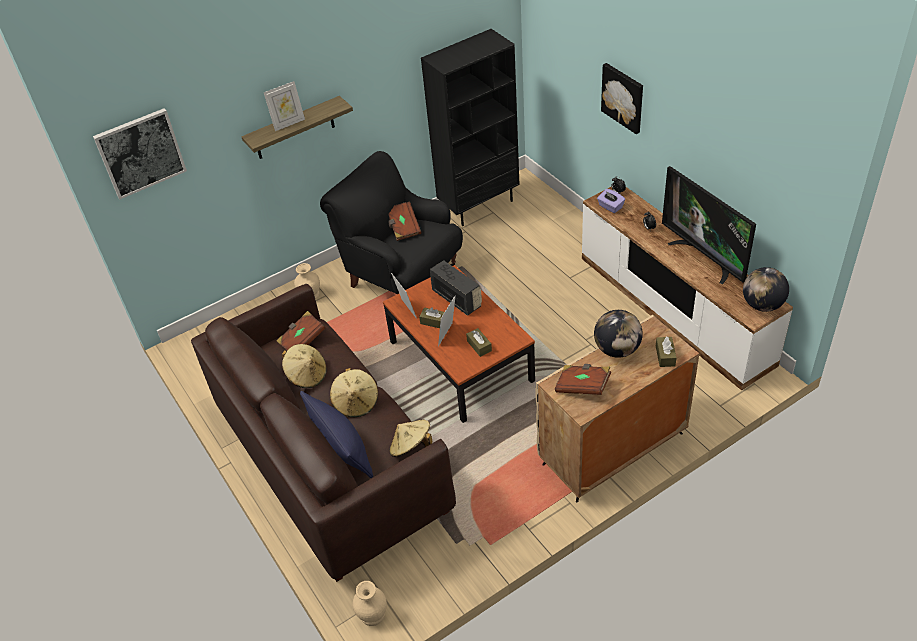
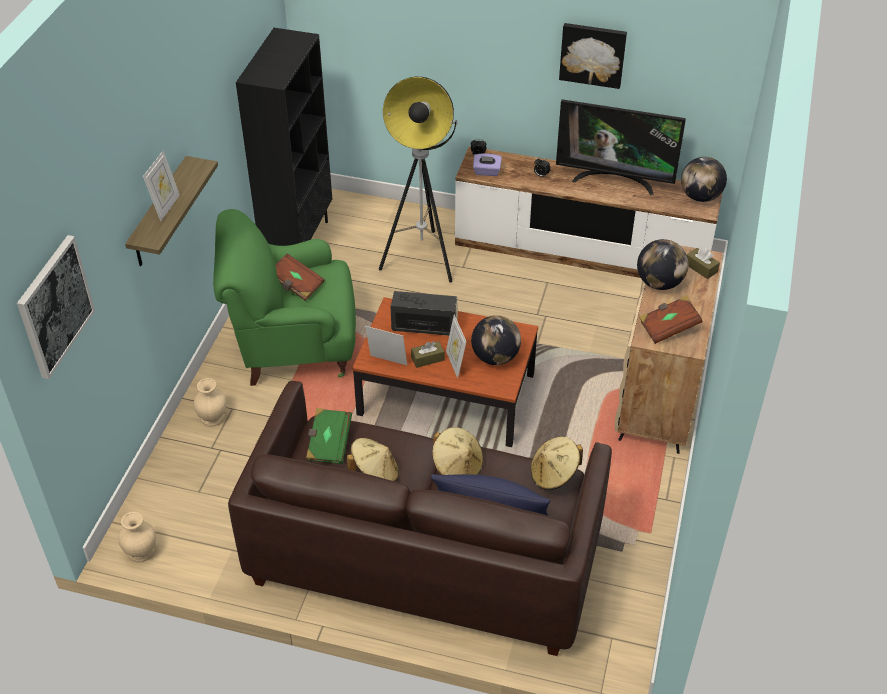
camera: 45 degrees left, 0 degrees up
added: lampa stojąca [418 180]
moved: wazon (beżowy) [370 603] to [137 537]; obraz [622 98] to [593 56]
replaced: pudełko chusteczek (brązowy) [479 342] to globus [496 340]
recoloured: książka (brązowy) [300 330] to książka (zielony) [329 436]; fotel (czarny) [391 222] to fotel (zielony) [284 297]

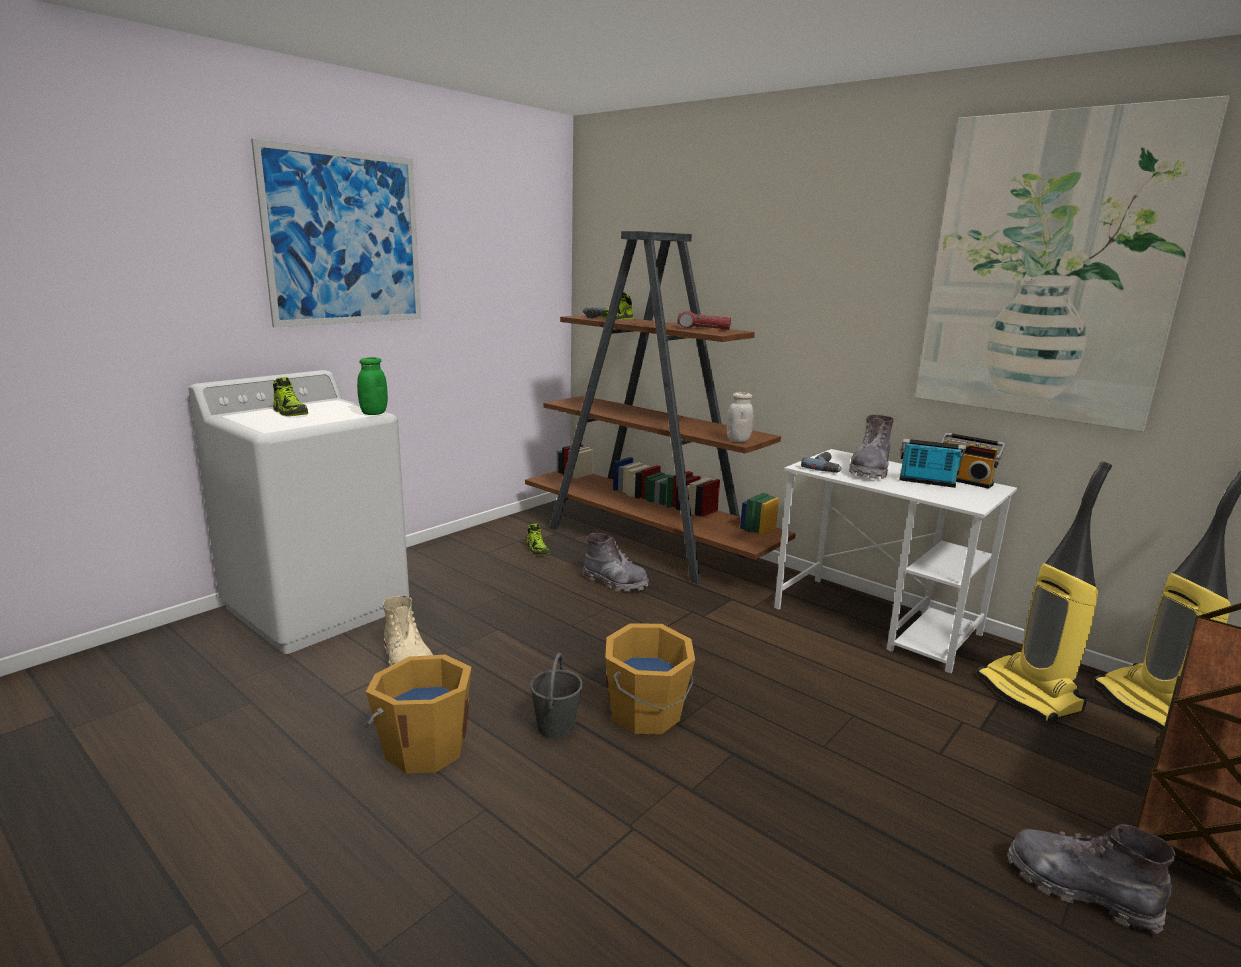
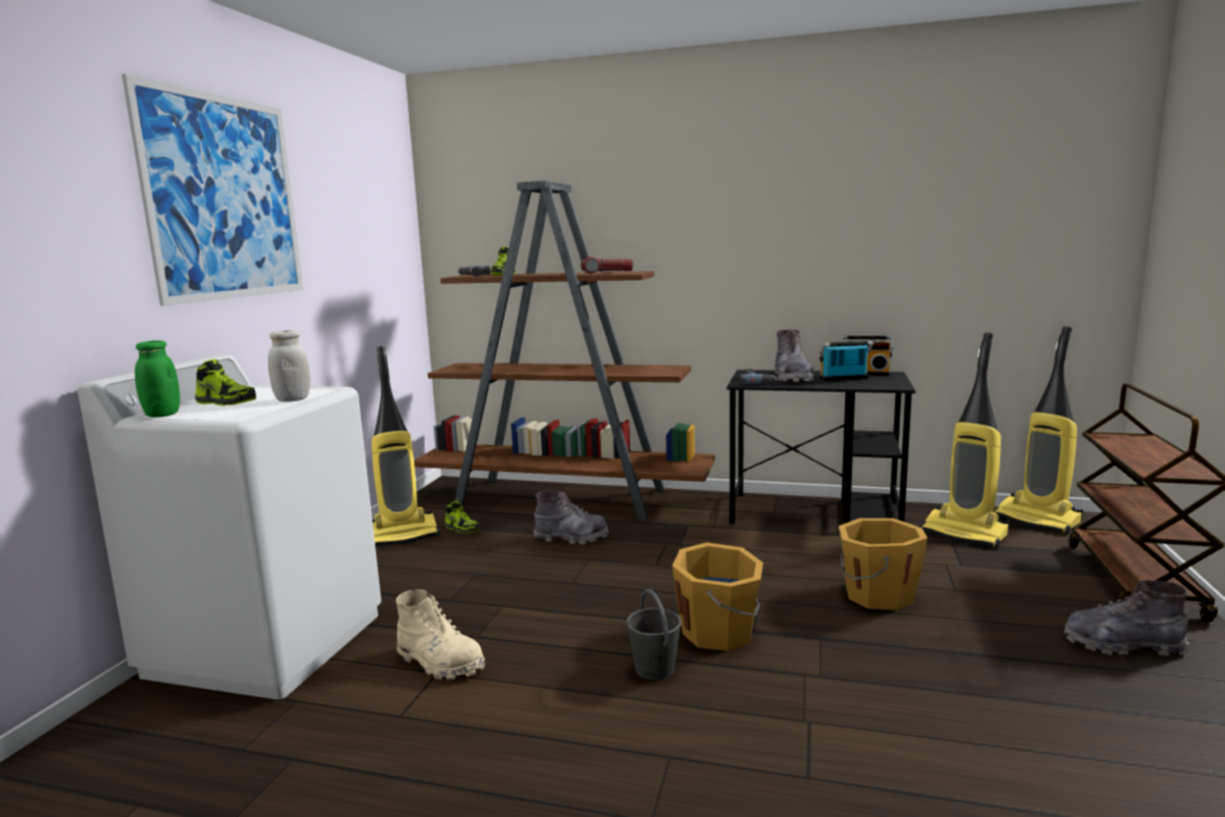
camera: 25 degrees left, 5 degrees down
removed: obraz [1072 264]
added: odkurzacz [406 446]
moved: słoik (zielony) [372 386] to [157 378]; wiadro (pomarańczowy) [418 714] to [883 564]; słoik (biały) [740 417] to [289 366]
recoloured: biurko (biały) [895 561] to biurko (czarny) [821 447]

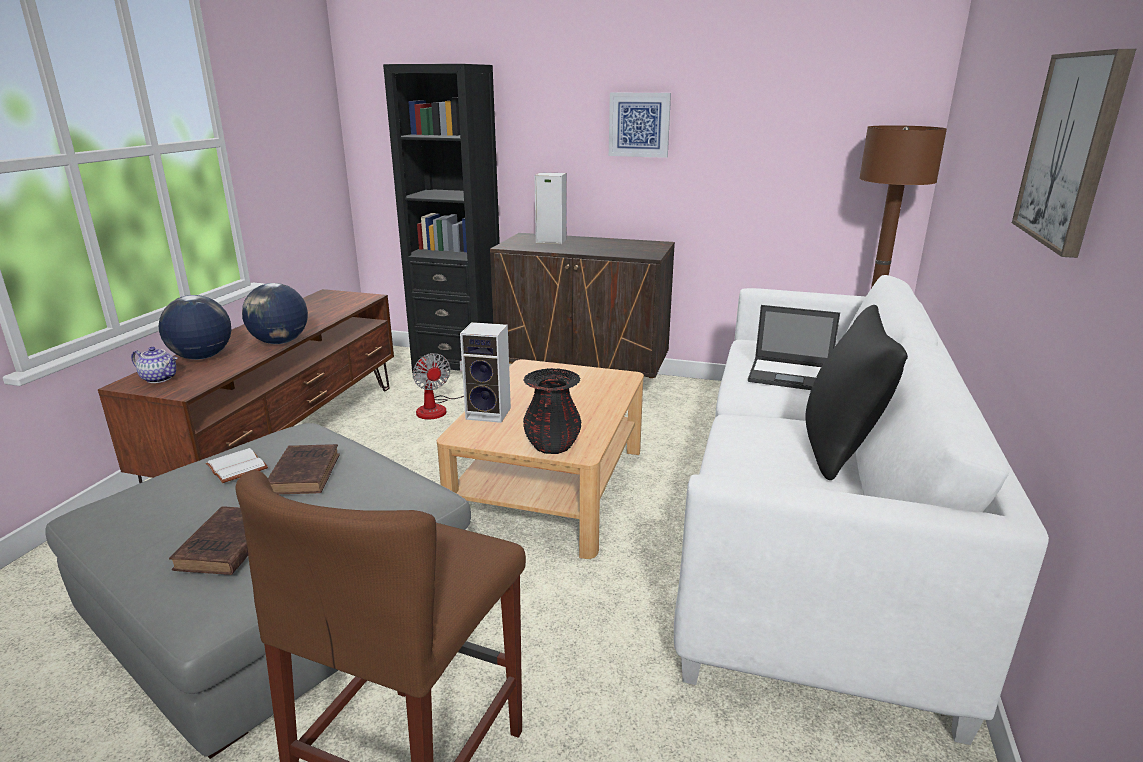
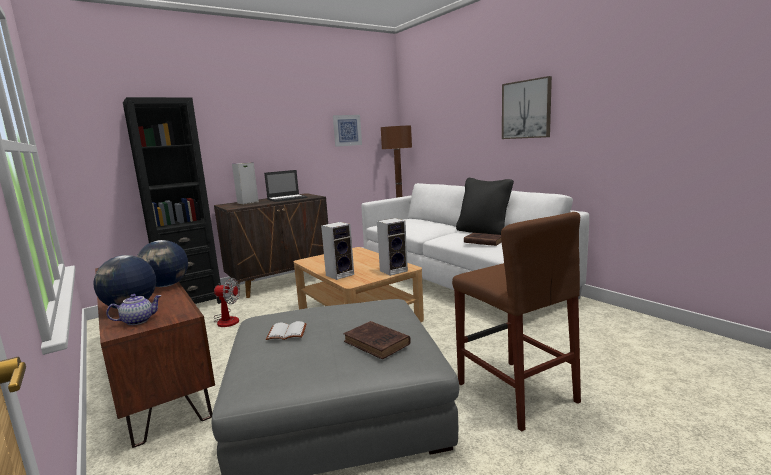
camera: 50 degrees left, 10 degrees down
moved: książka (brązowy) [304 469] to [483 239]; obraz [640 125] to [347 131]; laptop [794 347] to [285 186]
replaced: wazon (czarny) [552 411] to głośnik [392 247]

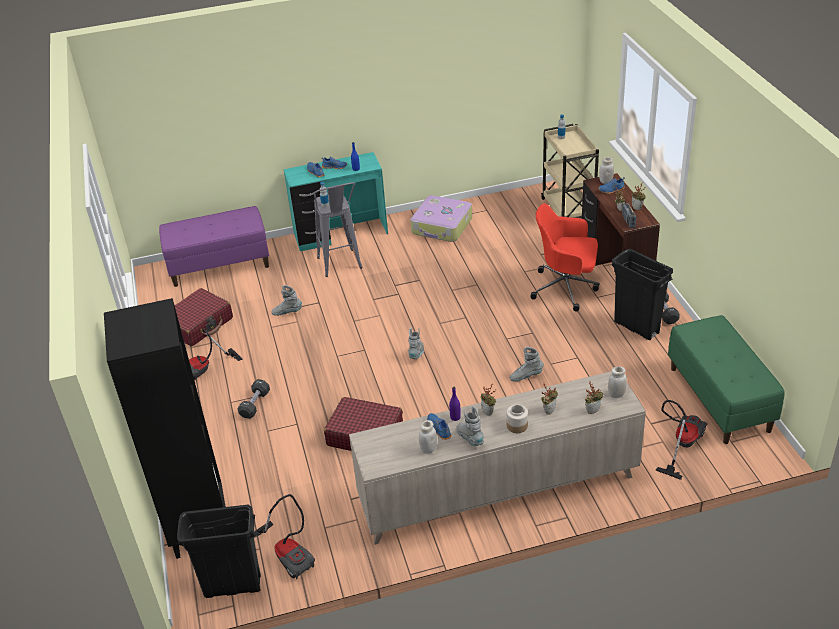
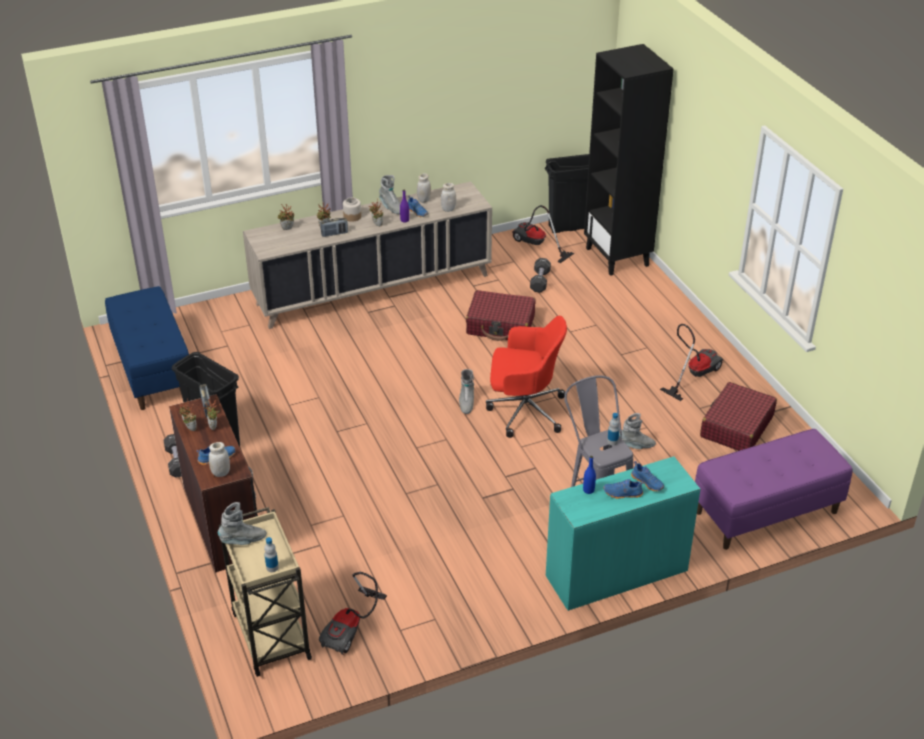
camera: 170 degrees right, 0 degrees up
removed: walizka [441 218]
added: radio [334 227]
moved: hantel (czarny) [253 399] to [540 275]; but z cholewką (szary) [526 364] to [242 523]; krzesło biurowe (czerwony) [564 257] to [526 377]; słoik (biały) [617 382] to [448 197]; odkurzacz [681 440] to [353 613]
recoloured: ławka (zielony) [726 379] to ławka (niebieski) [147 348]

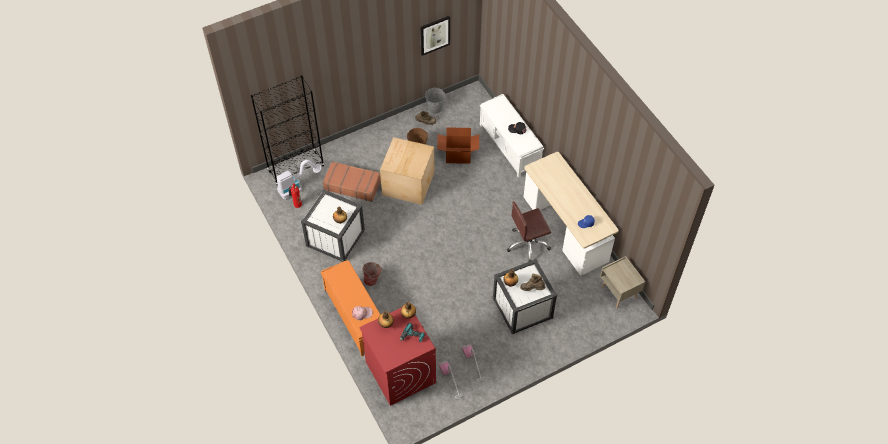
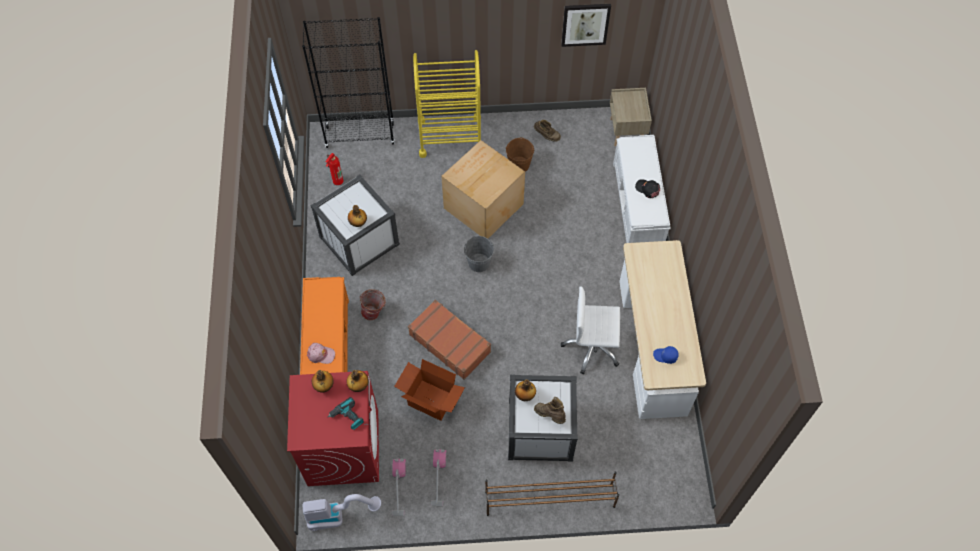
camera: 25 degrees right, 5 degrees up
added: wózek (żółty) [447 104]; regał na buty (brązowy) [552 494]
moved: odkurzacz [299 179] to [342 512]; walizka (brązowy) [351 181] to [449 340]; wiadro (szary) [435 100] to [479 254]; karton [458 145] to [429 390]; szafka nocna (beżowy) [622 282] to [631 117]
recoloured: krzesło biurowe (brązowy) [529 232] to krzesło biurowe (biały) [590 330]

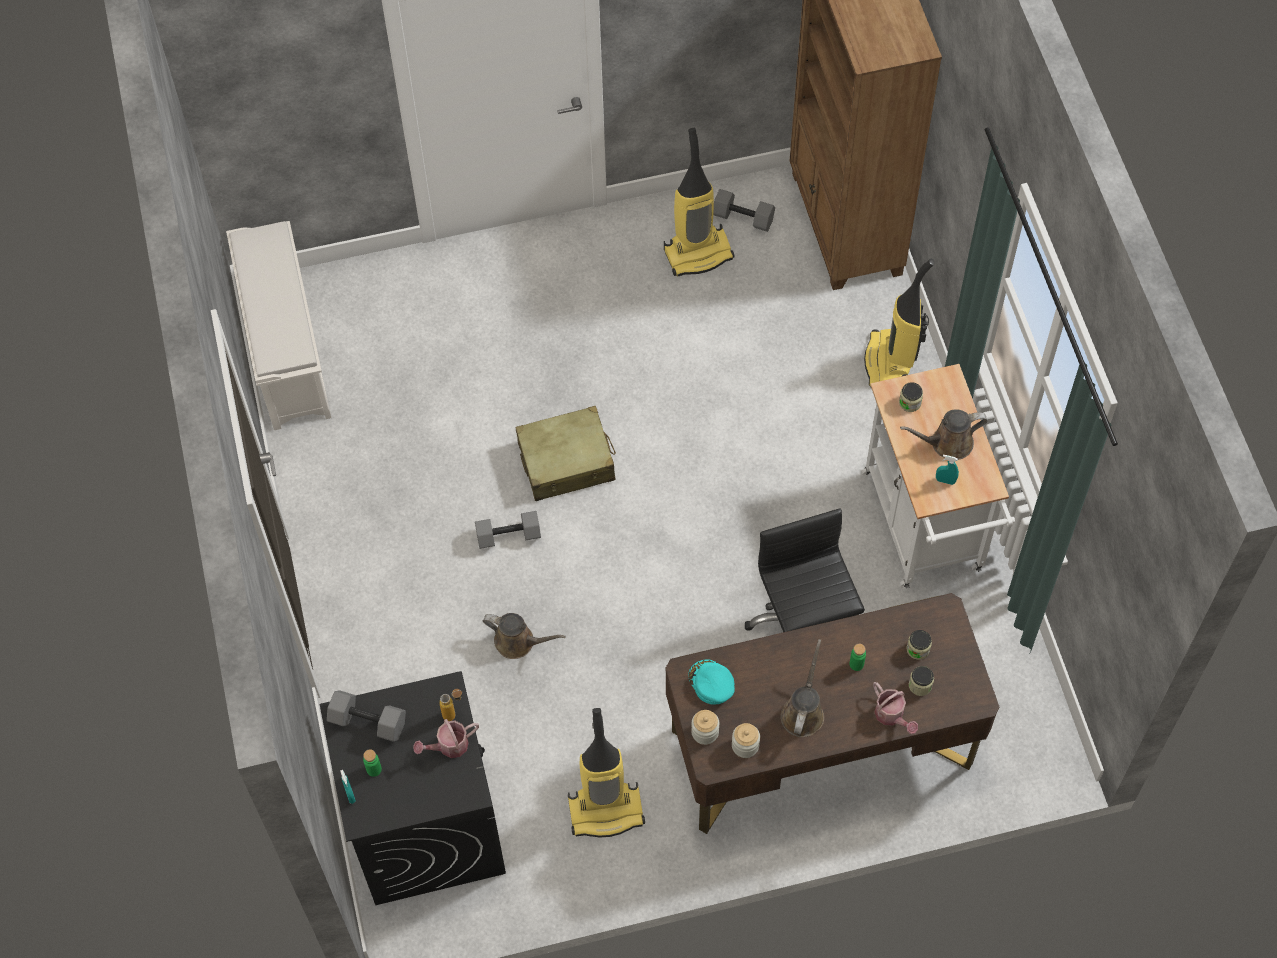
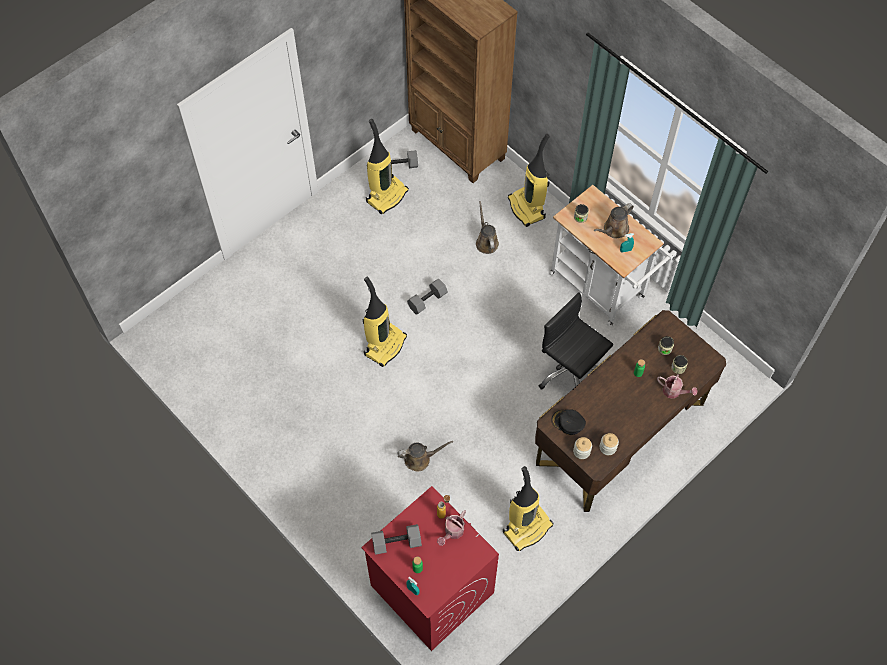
camera: 30 degrees left, 0 degrees up
removed: regał na buty (biały) [279 325]
moved: hantel (szary) [508 530] to [427 297]; konewka (brązowy) [802 688] to [487 227]
replaced: walizka (beżowy) [565 453] to odkurzacz [385 322]
recoloured: pralka (czarny) [413 788] to pralka (czerwony) [430 568]; czapka z daszkiem (turkusowy) [711 682] to czapka z daszkiem (czarny) [568 422]

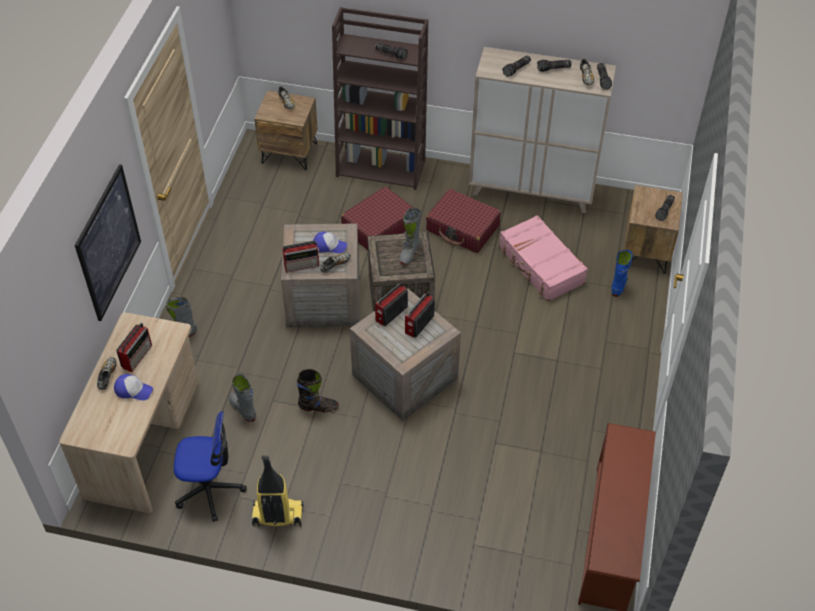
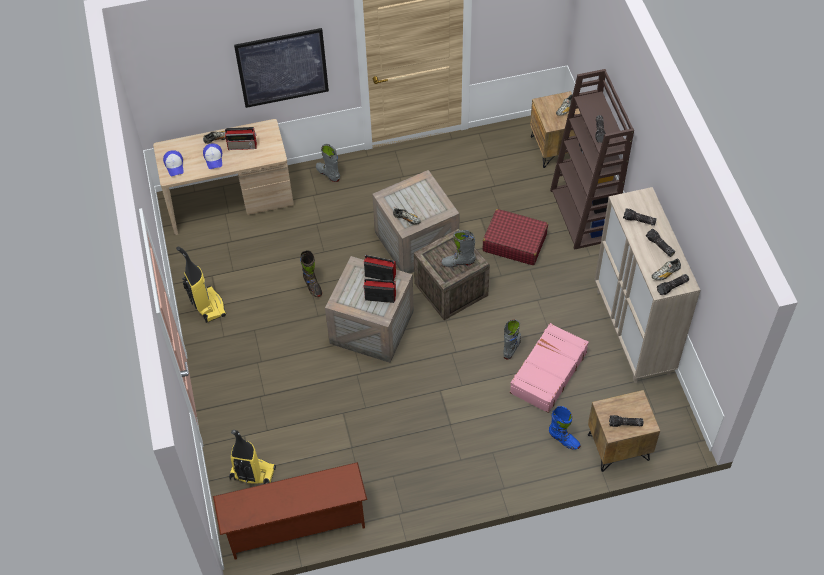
camera: 65 degrees right, 5 degrees up
removed: krzesło biurowe [210 466]; radio [300 257]; walizka (czerwony) [463 221]
added: odkurzacz [252 457]
moved: but z cholewką (szary) [242 398] to [512 340]; czapka z daszkiem [330 243] to [173 163]
turned: but z cholewką (niebieski) [622 273] = [564 427] 45 degrees clockwise

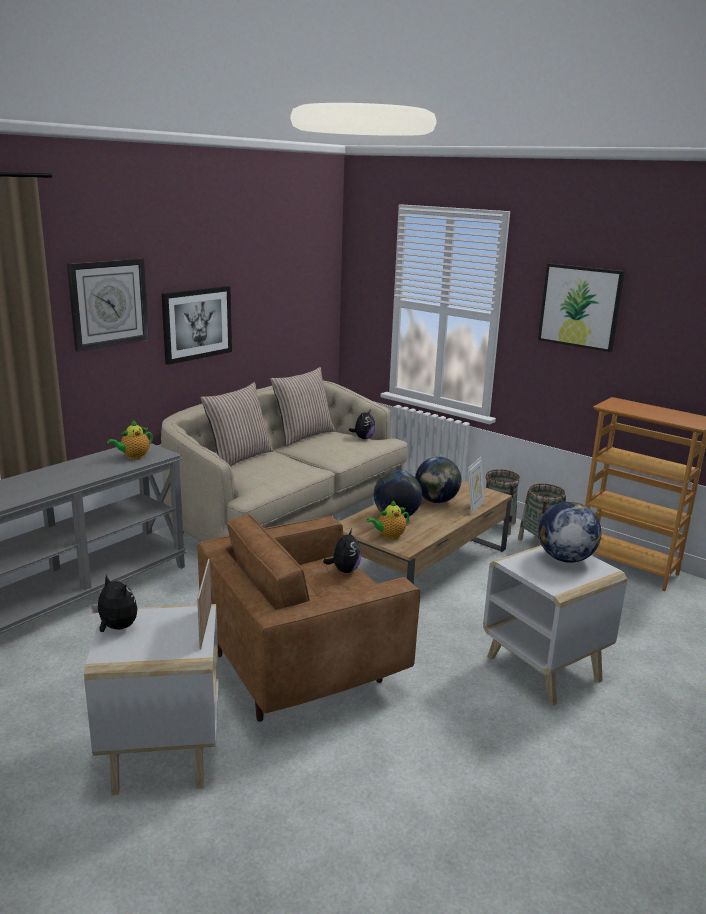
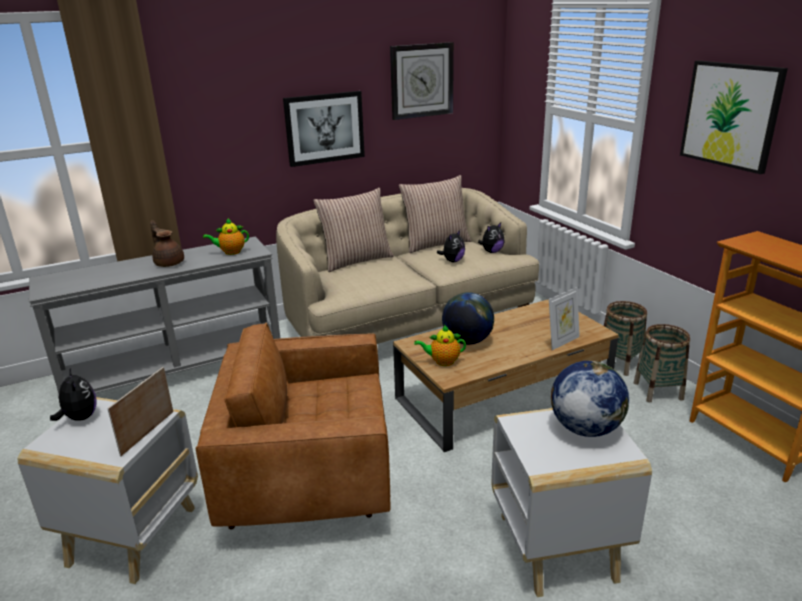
camera: 25 degrees right, 5 degrees up
removed: globus [438 480]
added: imbryk (brązowy) [167 243]
moved: zegar ścienny [108 305] to [422 81]; pluszak [342 551] to [451 246]

